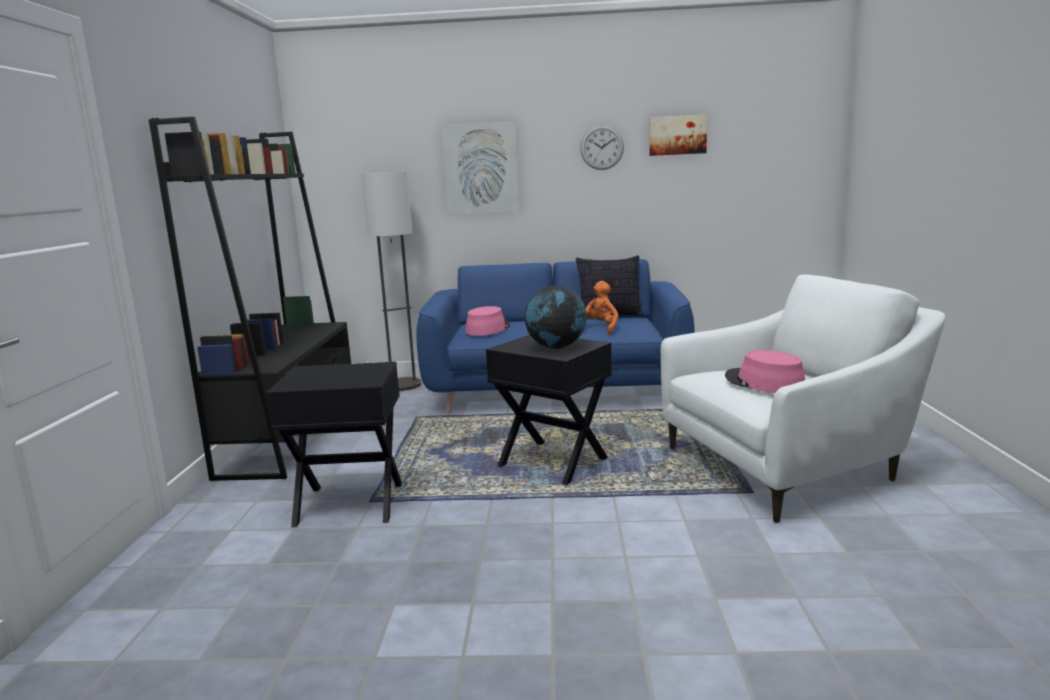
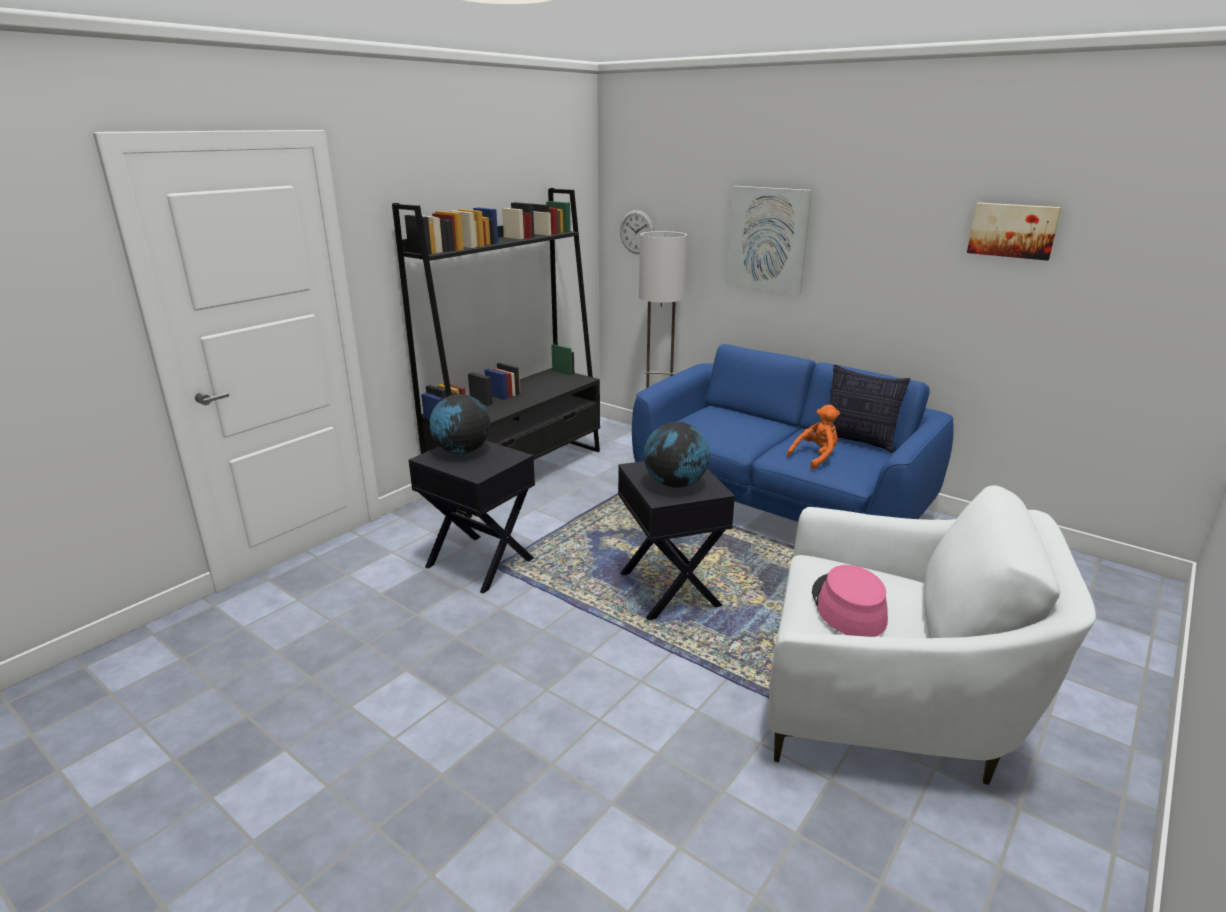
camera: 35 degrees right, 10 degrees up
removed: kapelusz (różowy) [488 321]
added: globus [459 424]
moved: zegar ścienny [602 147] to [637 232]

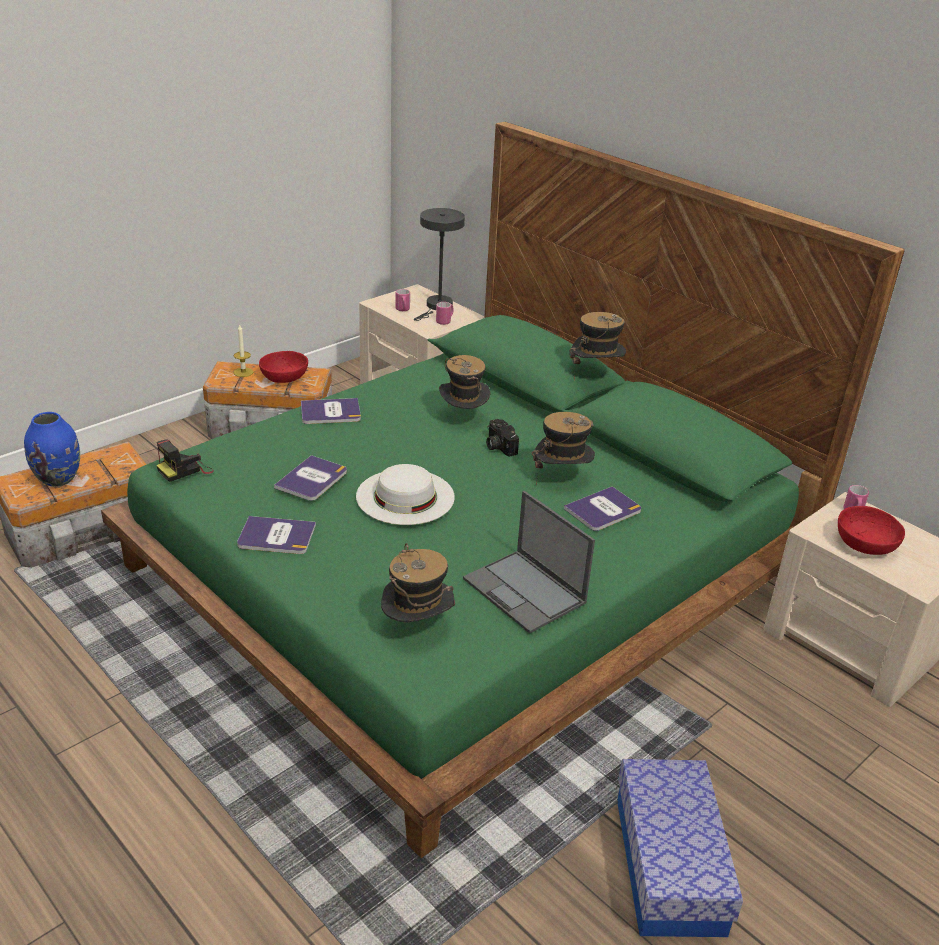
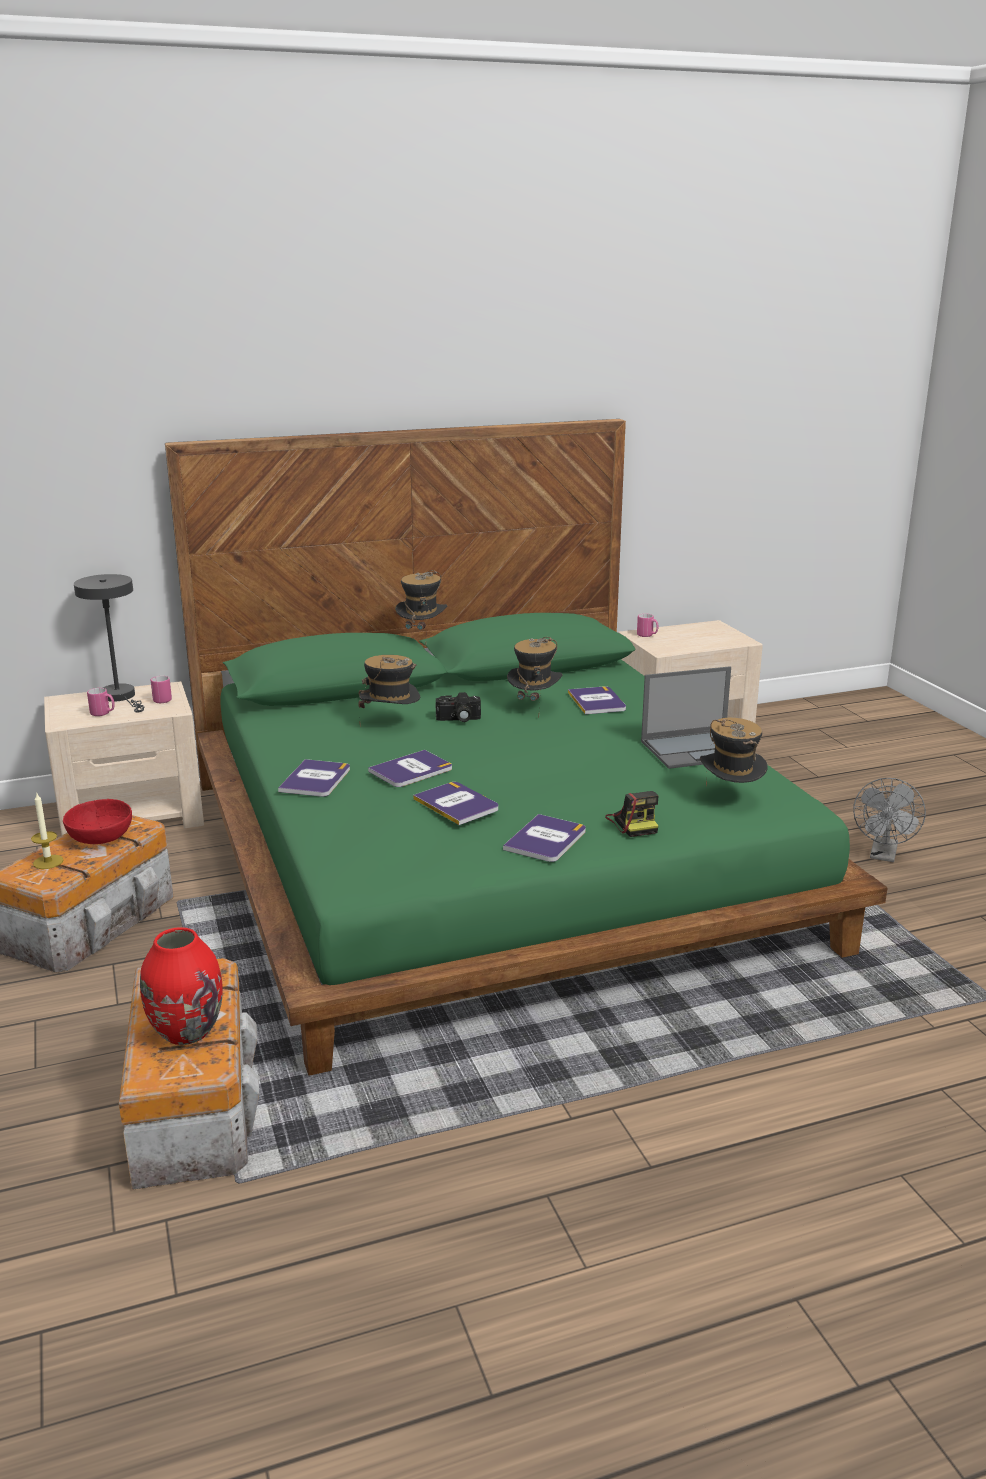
camera: 65 degrees left, 10 degrees down
removed: kapelusz (biały) [405 494]; miska (czerwony) [871 530]
added: książka [410 768]
moved: aparat fotograficzny [185 460] to [632 814]
replaced: pojemnik do przechowywania [680 848] to wentylator (szary) [889 820]
recoloured: wazon (niebieski) [52 449] to wazon (czerwony) [181 986]

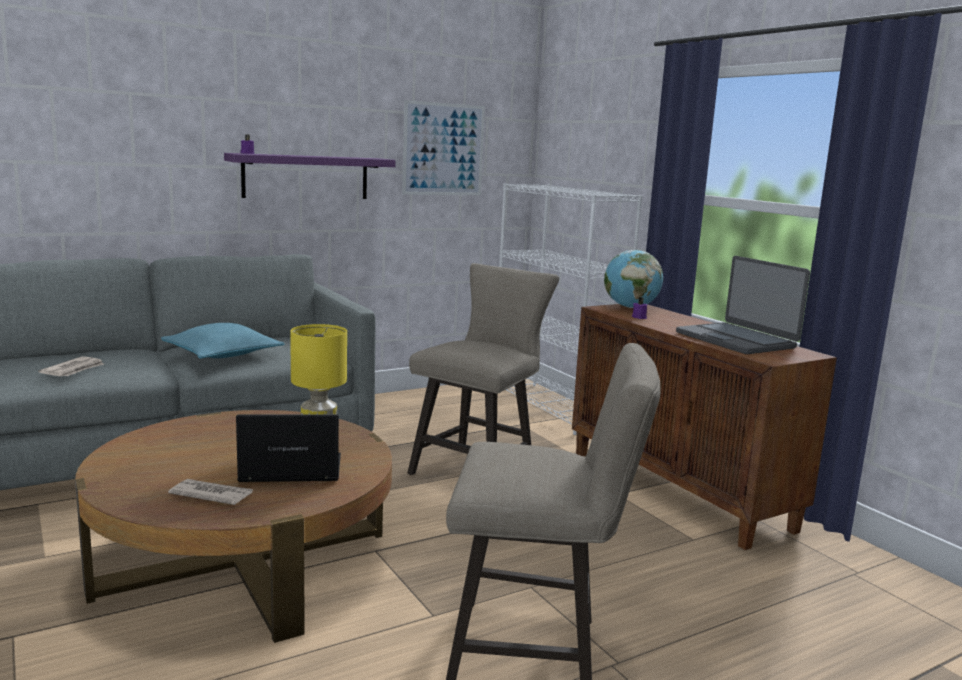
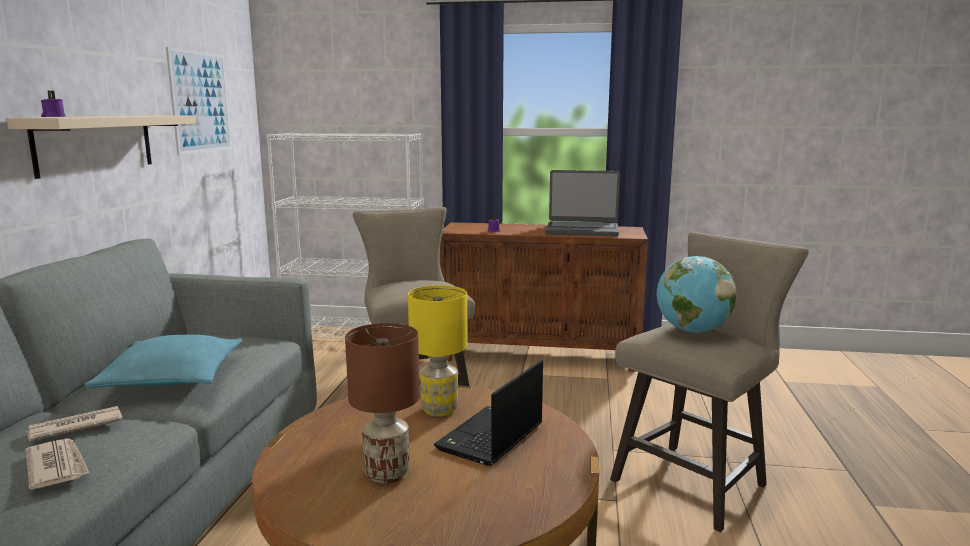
camera: 50 degrees left, 0 degrees up
added: lampa stołowa (brązowy) [382 403]
moved: gazeta [210 492] to [74 424]; globus [633 279] to [697 294]
recoloured: półka (fioletowy) [310 176] to półka (beżowy) [101 147]

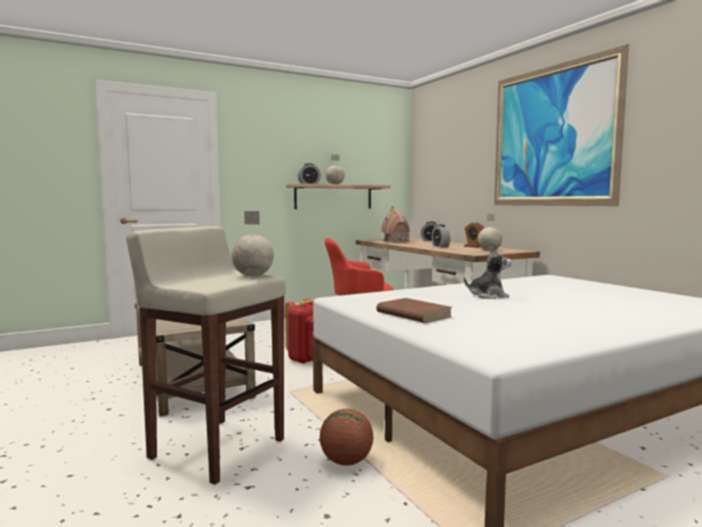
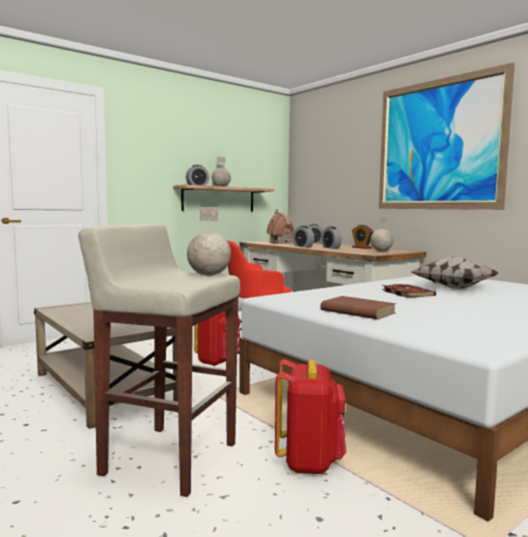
camera: 10 degrees left, 0 degrees up
added: budzik [303 236]; poduszka [454 273]
replaced: piłka do koszykówki [346 437] to plecak (czerwony) [310 416]; pluszak [488 272] to książka [409 291]

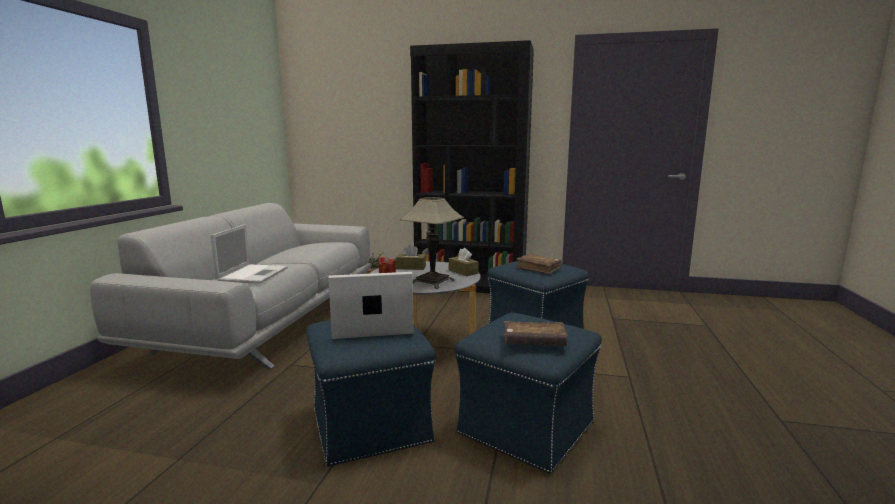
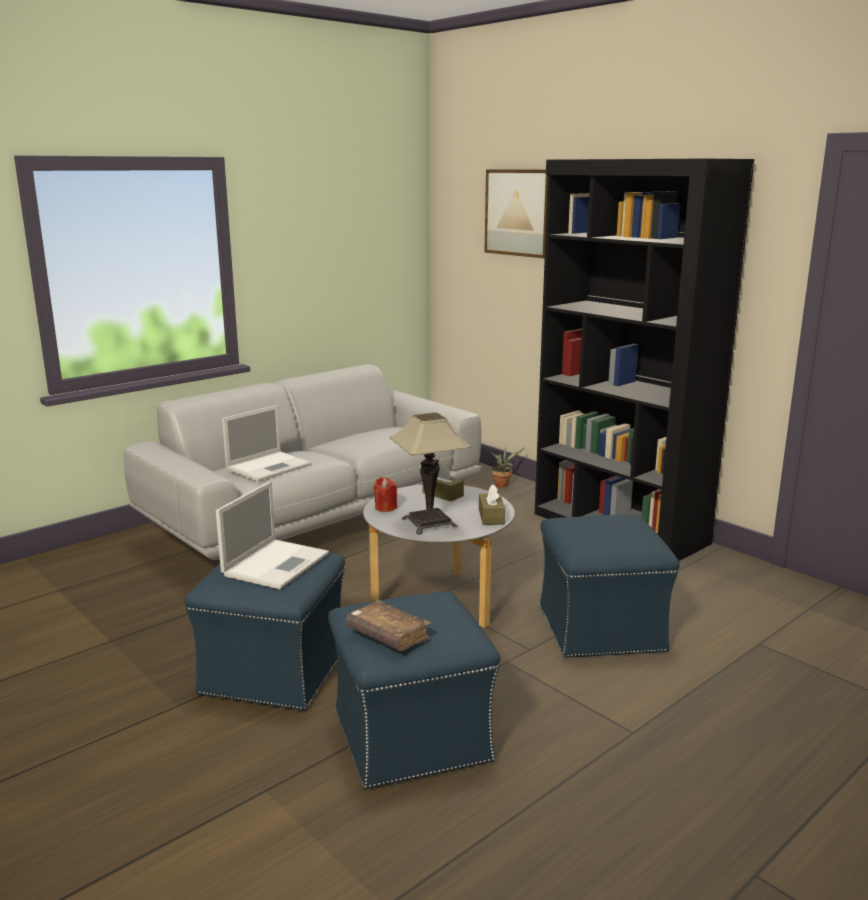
camera: 35 degrees right, 5 degrees up
removed: książka (brązowy) [539 264]
added: obraz [516 214]
turned: laptop [371 305] = [272 535] 90 degrees clockwise

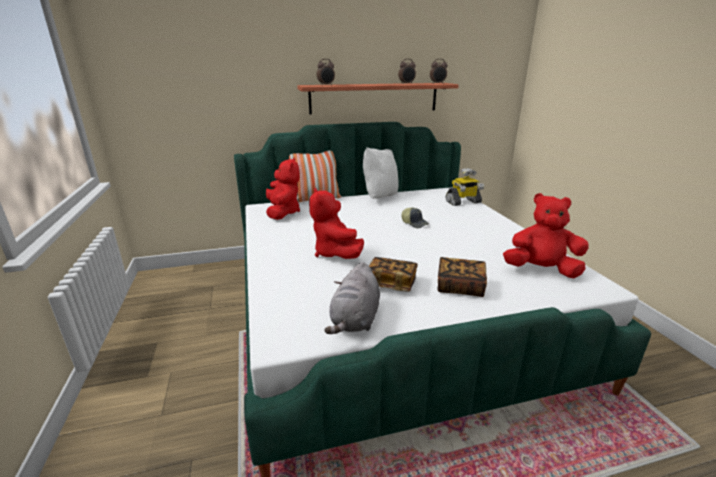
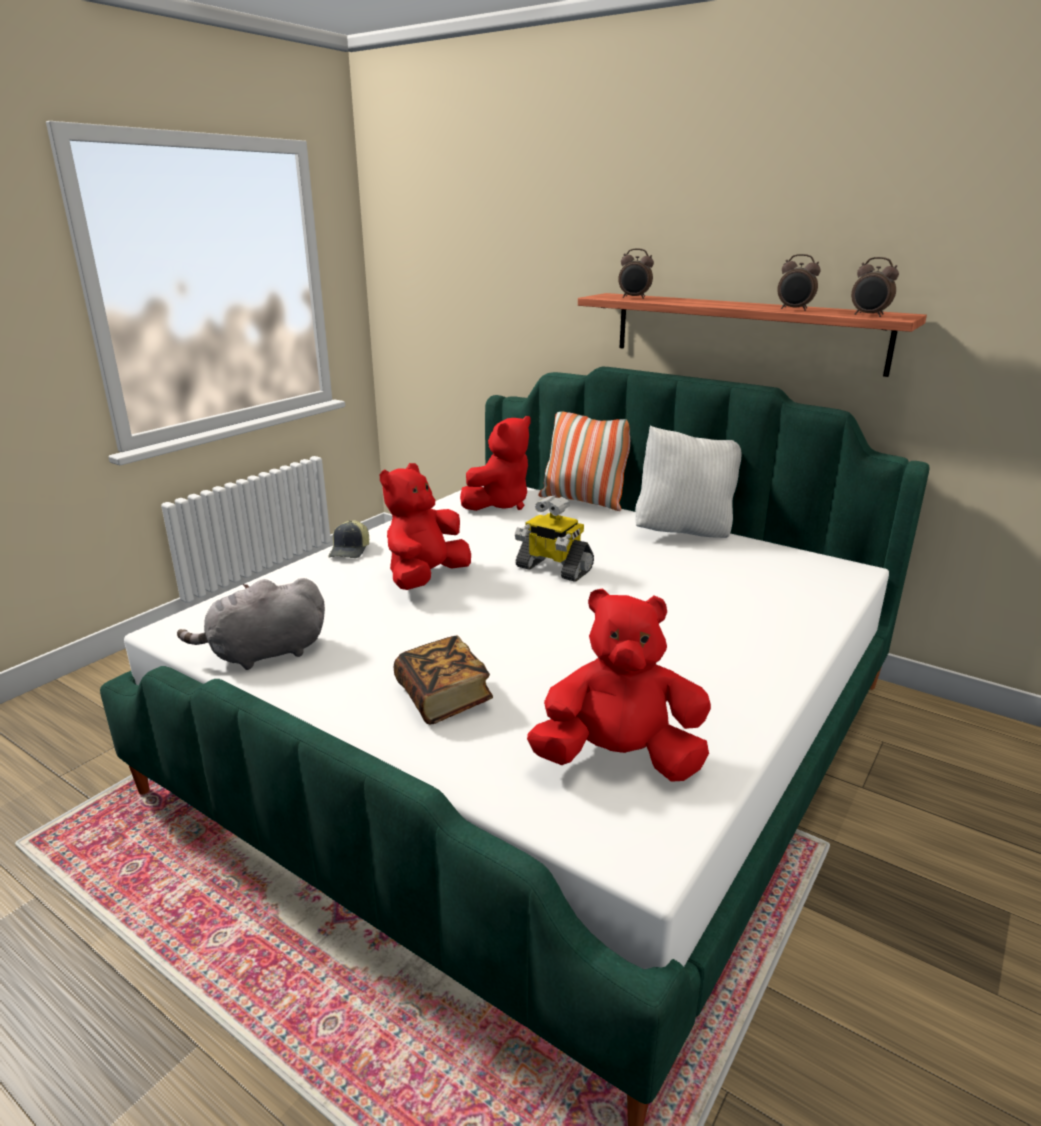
camera: 50 degrees right, 0 degrees up
removed: książka [393 274]
moved: czapka z daszkiem [415 217] to [348 539]; robot zabawkowy [464 187] to [554 538]
turned: pluszak (czerwony) [546 235] = [619 685] 60 degrees counterclockwise

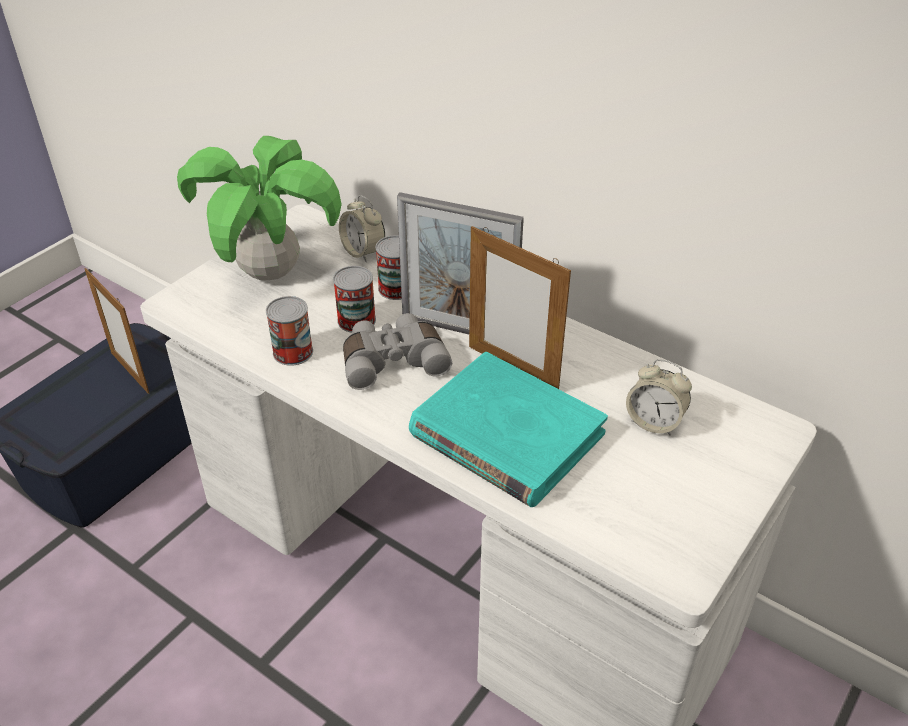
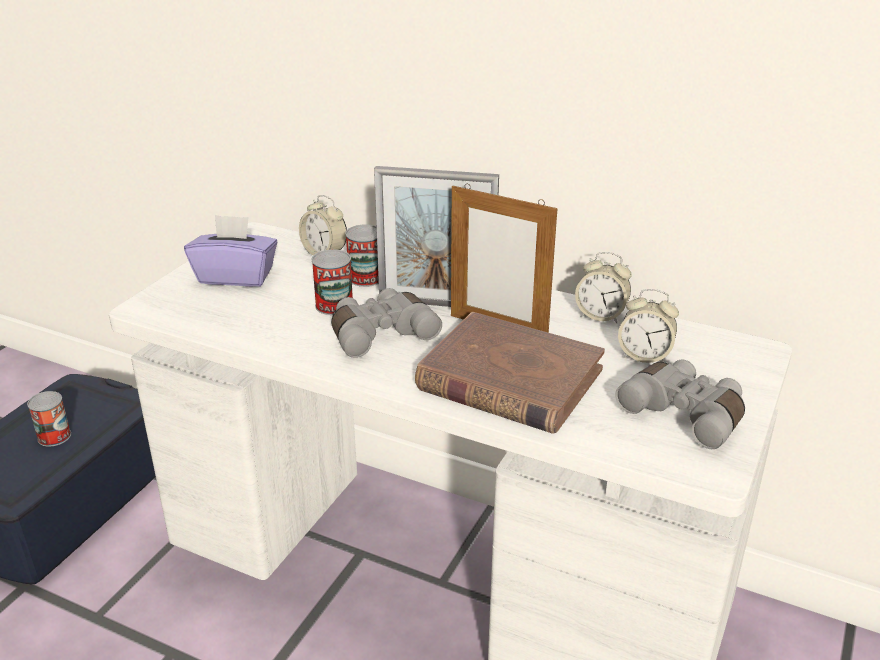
camera: 10 degrees left, 10 degrees down
removed: ramka na zdjęcie [117 331]
added: budzik [603 287]; lornetka (szary) [680 404]
moved: puszka [289 331] to [49 419]
replaced: roślina doniczkowa [259 208] to pudełko chusteczek (fioletowy) [230 251]
recoloured: książka (turkusowy) [508 429] to książka (brązowy) [510 373]

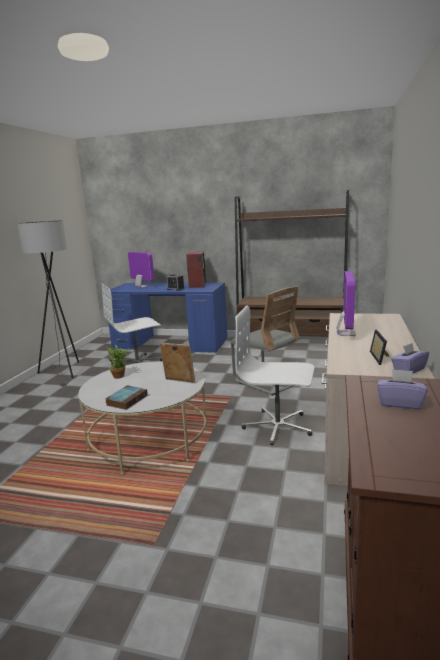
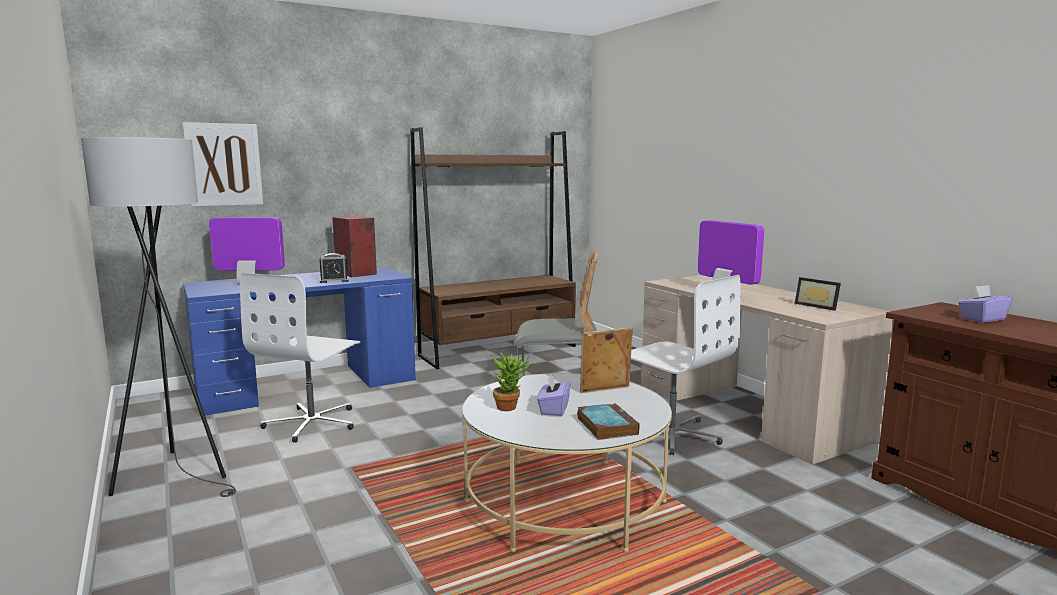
camera: 45 degrees left, 5 degrees down
added: obraz [223 164]
moved: pudełko chusteczek (fioletowy) [410 358] to [554 395]
turned: krzesło biurowe (biały) [275 375] = [686 365] 105 degrees counterclockwise

